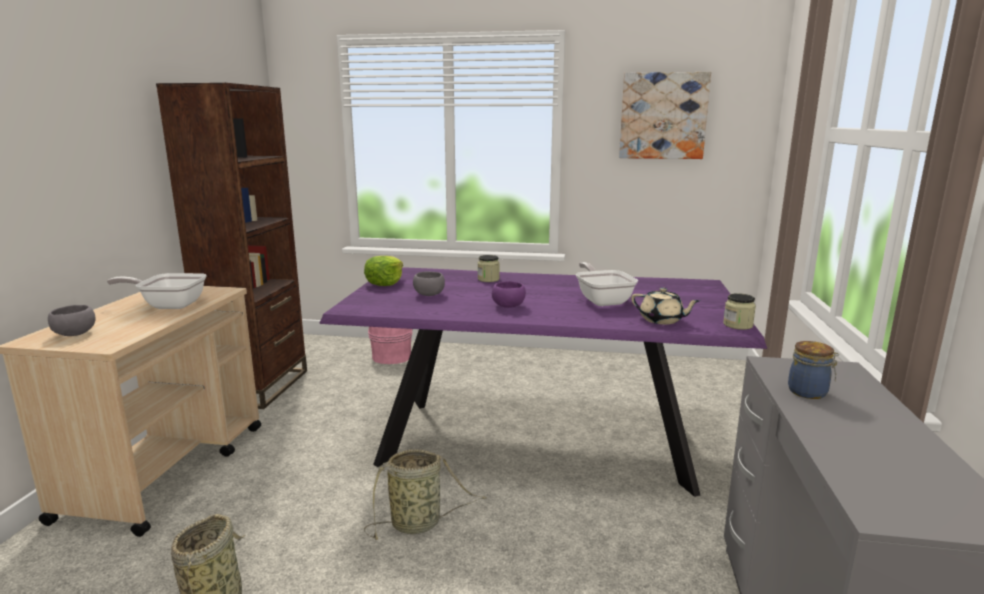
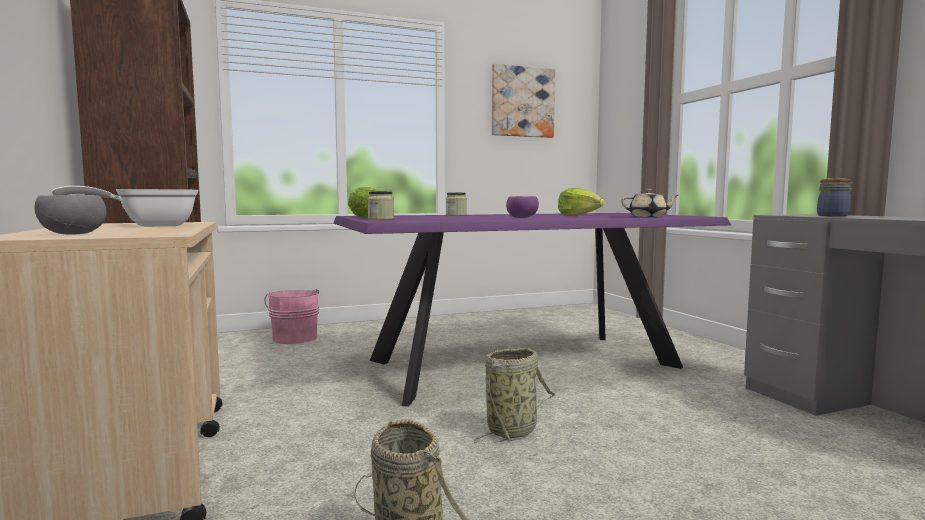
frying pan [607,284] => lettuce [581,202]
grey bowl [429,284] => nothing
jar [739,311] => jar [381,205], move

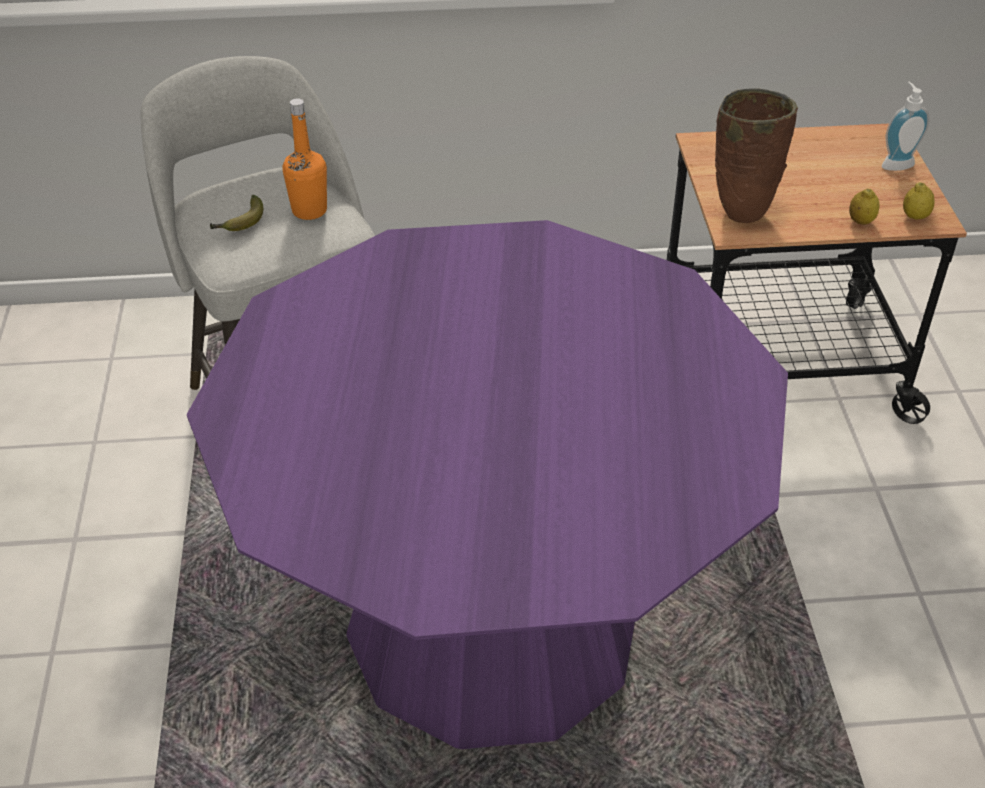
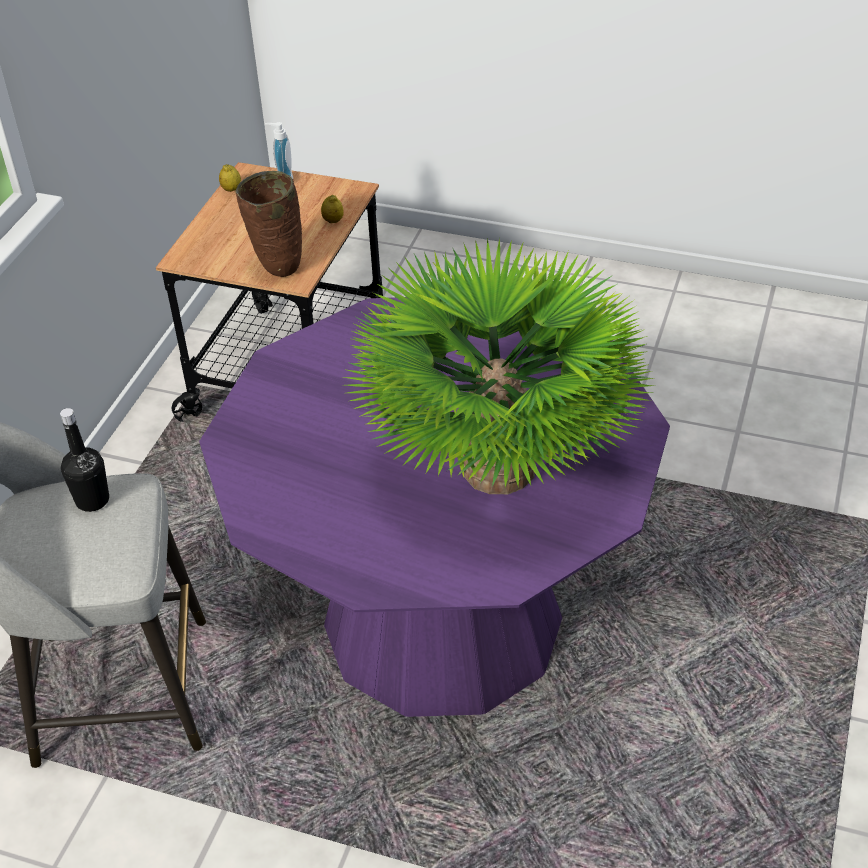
orange bottle [304,159] => black bottle [84,460]
lemon [919,201] => lemon [230,178], move
banana [236,213] => nothing
nothing => potted plant [499,365]

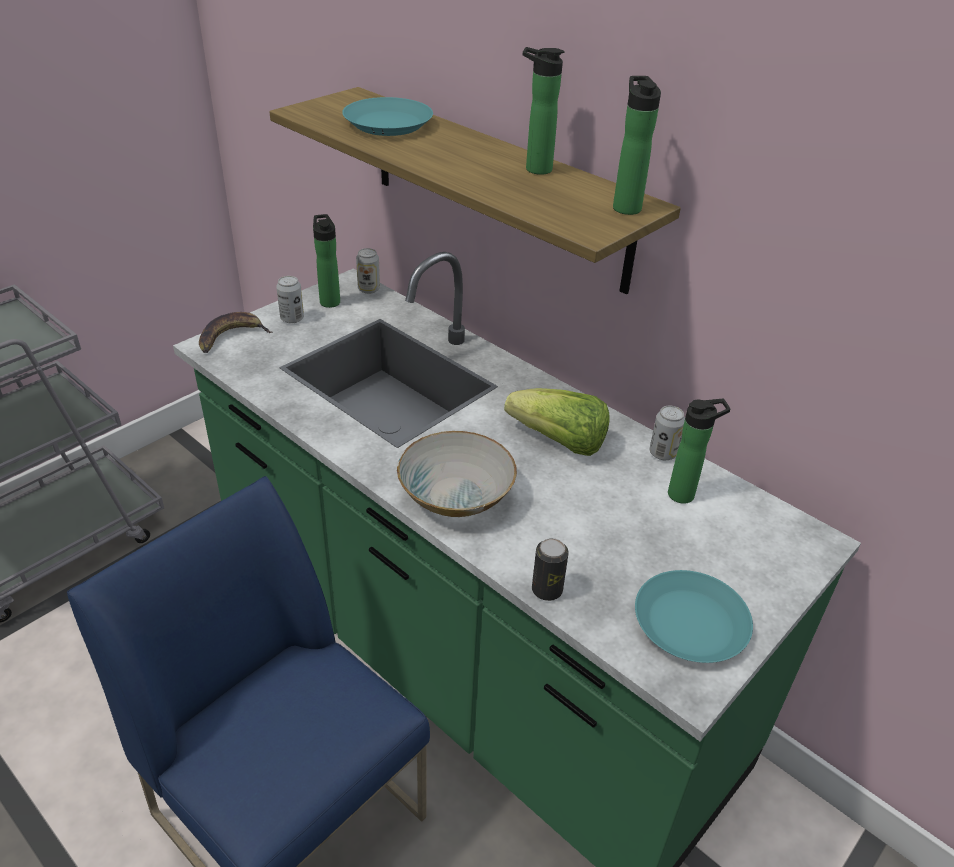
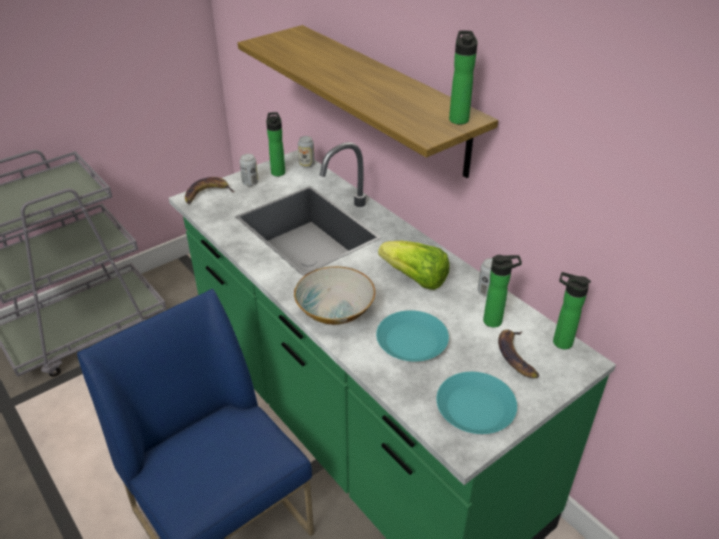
bottle [544,111] => bottle [572,310], move
turquoise plate [387,116] => turquoise plate [412,336], move
can [550,569] => nothing
nothing => banana [518,353]

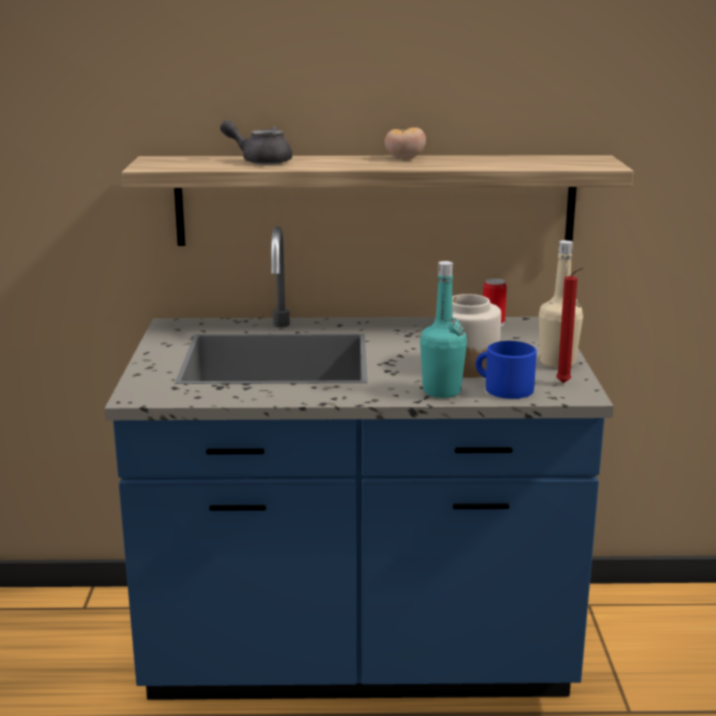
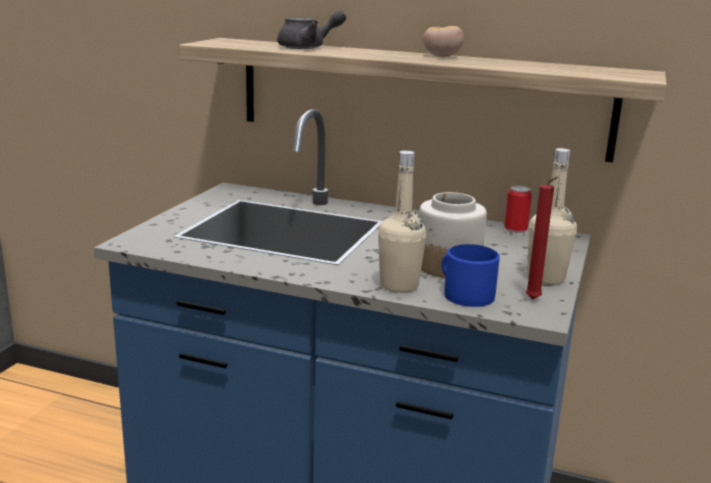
grey teapot [256,142] => grey teapot [311,29], 120 degrees clockwise
turquoise bottle [443,329] => beige bottle [402,222]

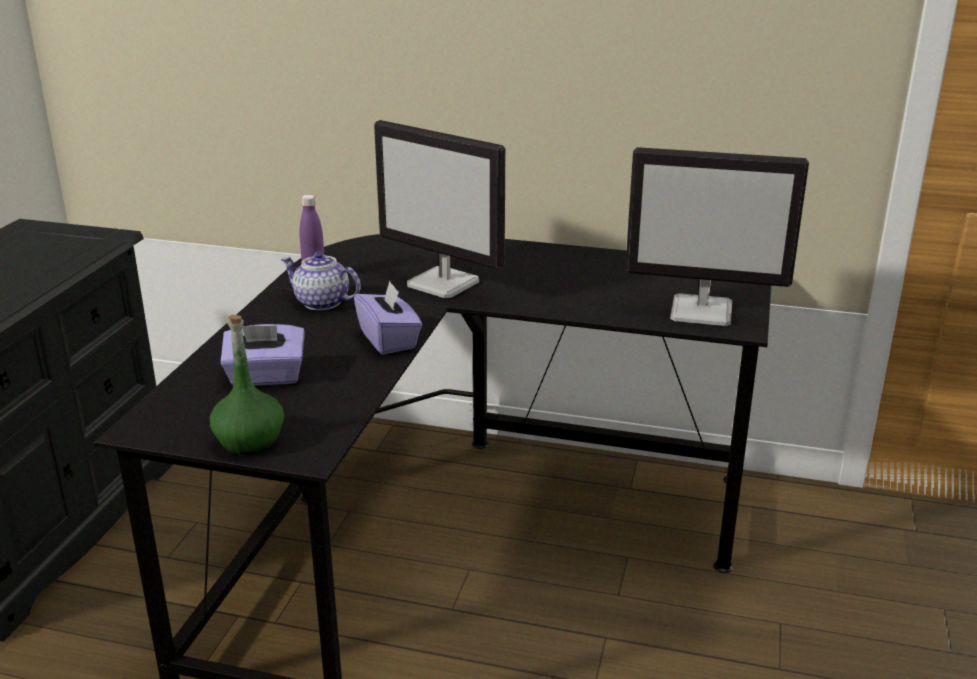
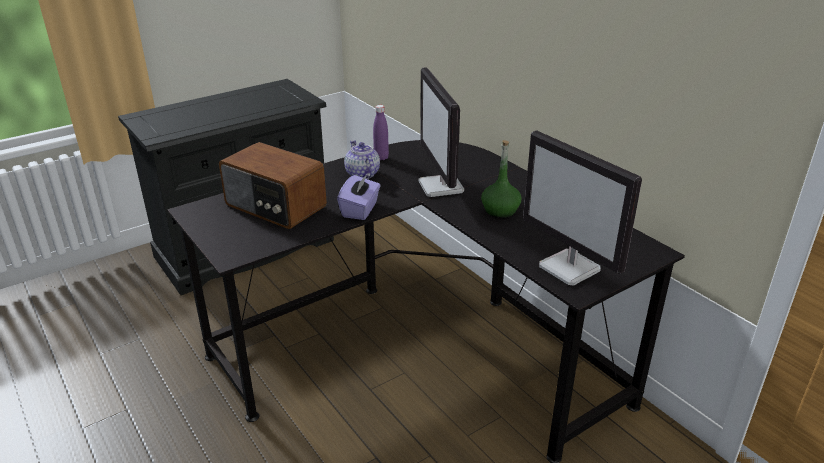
green bottle [247,385] => green bottle [501,179], move
purple tissue box [262,355] => radio [273,185]

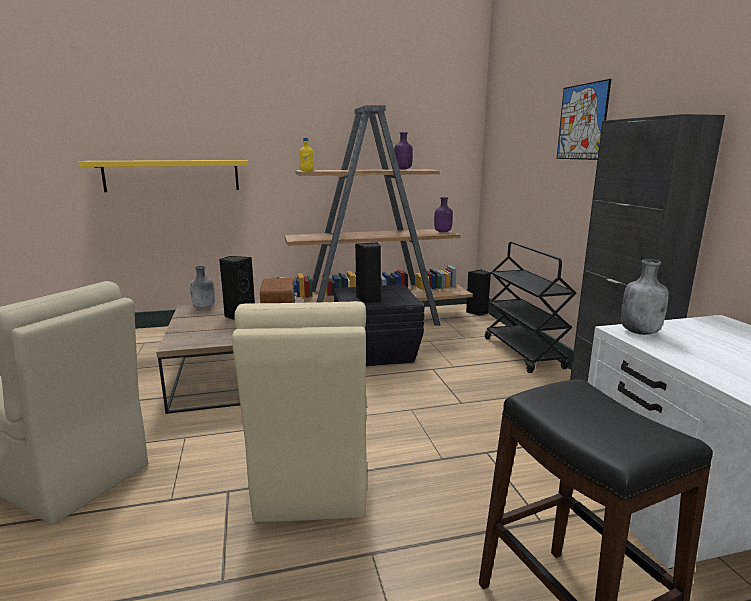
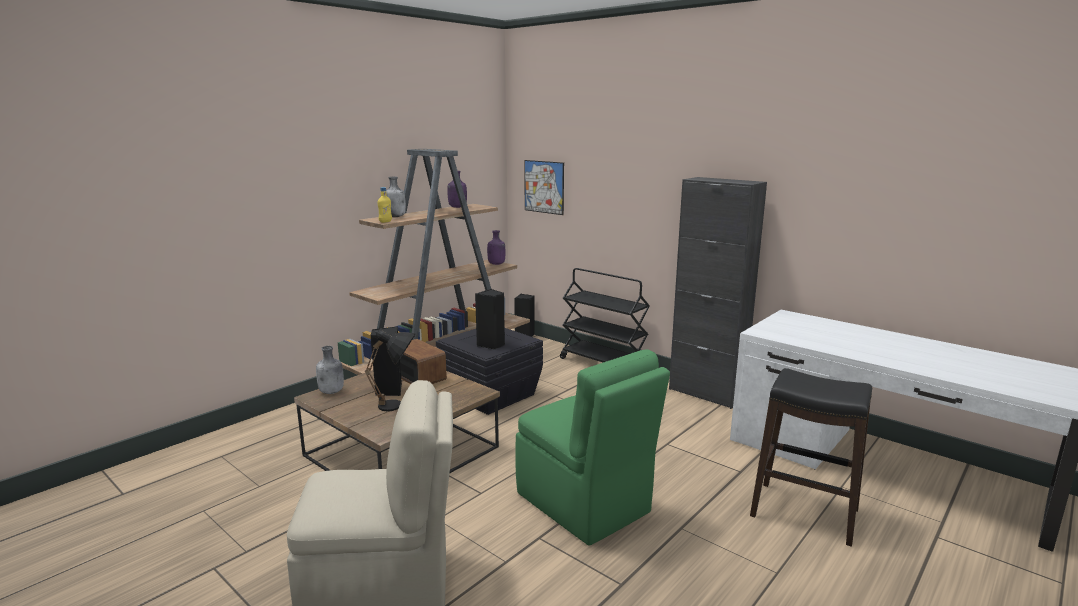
picture [584,119] => picture [544,187], move
yellow shelf [163,176] => nothing
grey bottle [645,297] => grey bottle [396,197], move
beige chair [299,411] => green chair [592,447]
nothing => black table lamp [390,369]

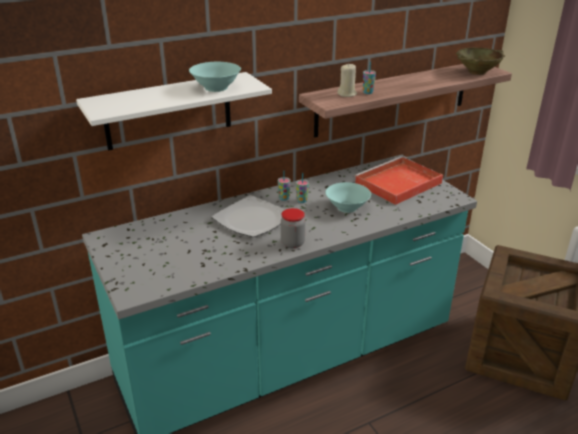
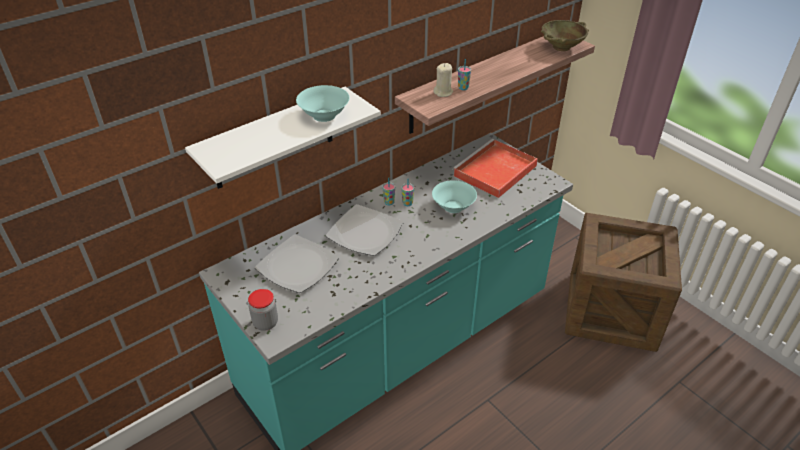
jar [293,228] => jar [263,310], move
nothing => plate [297,263]

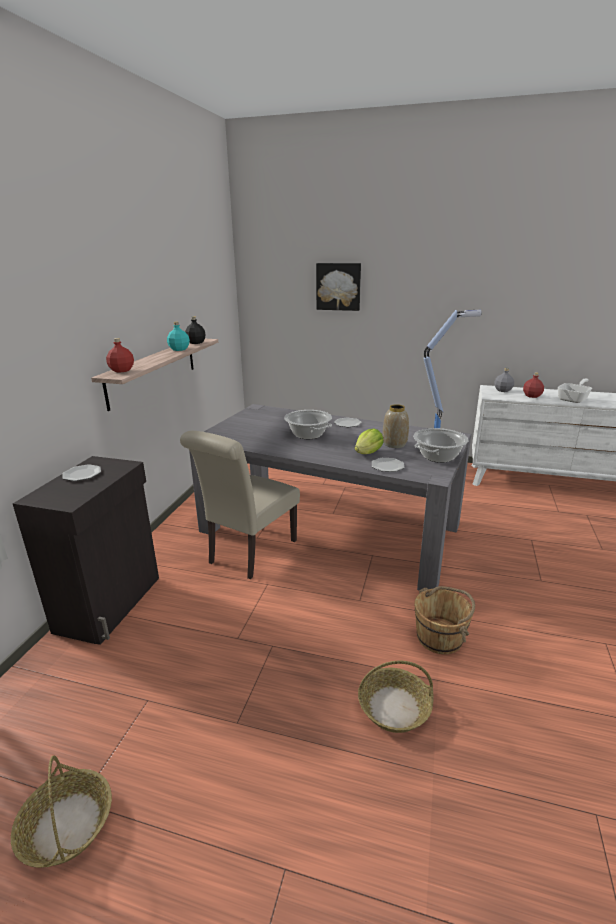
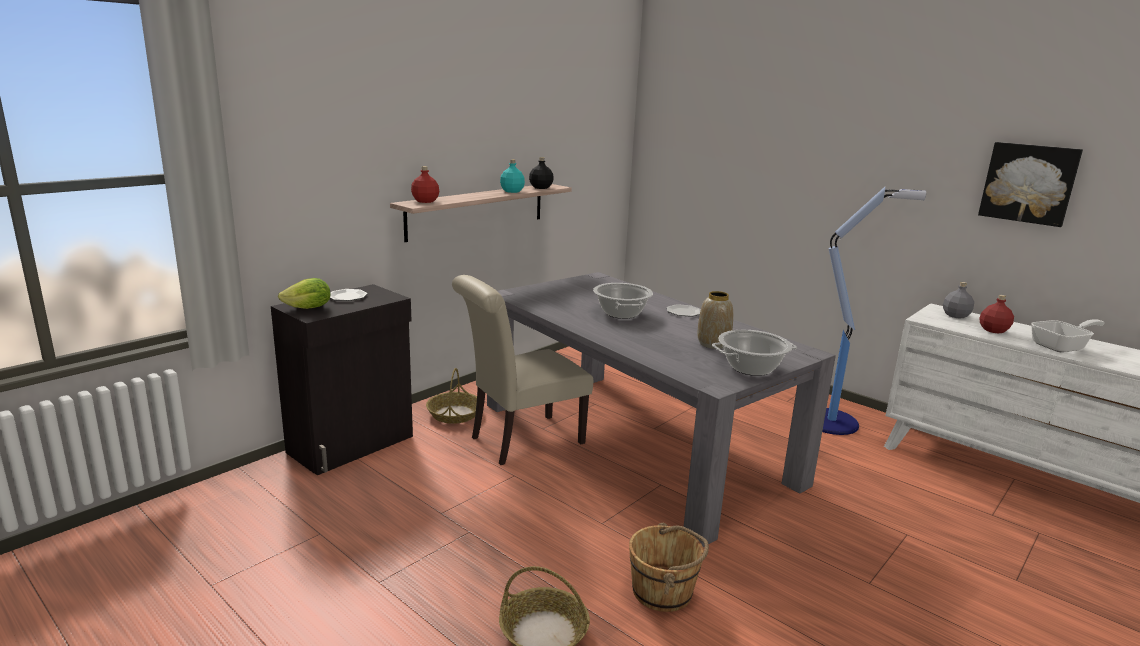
picture [338,287] => picture [1030,184], move
lettuce [369,441] => lettuce [304,293], move
plate [388,465] => nothing
basket [61,811] => basket [451,396], move

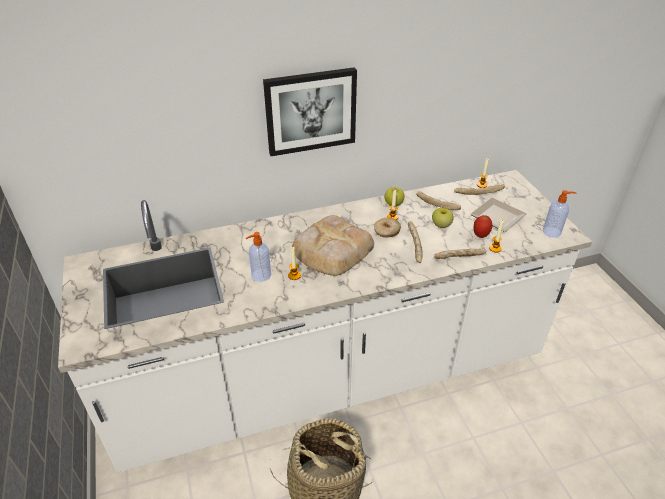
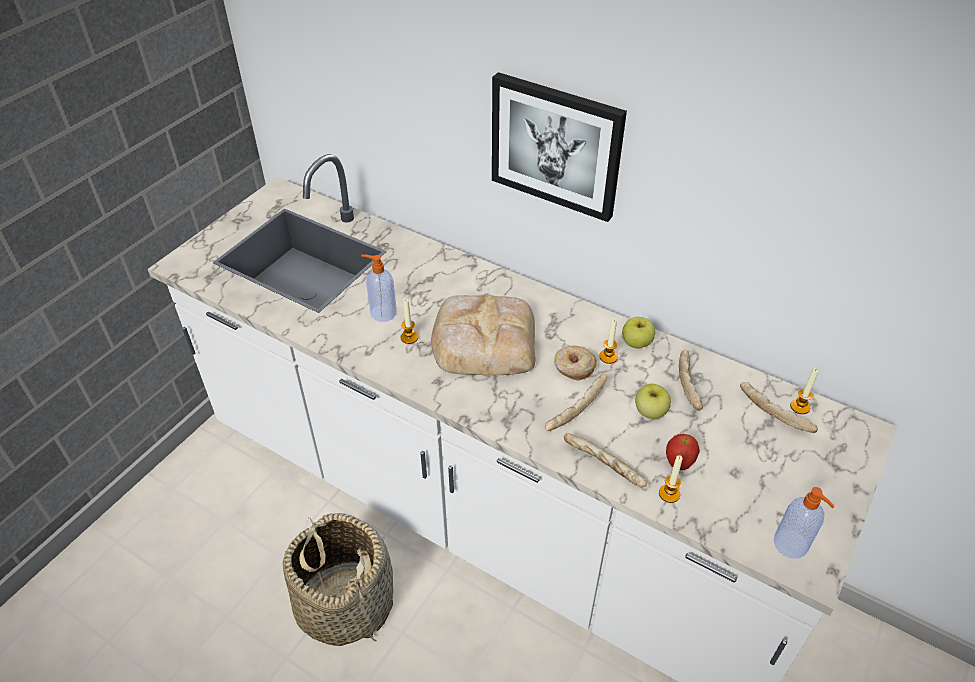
plate [498,215] => nothing

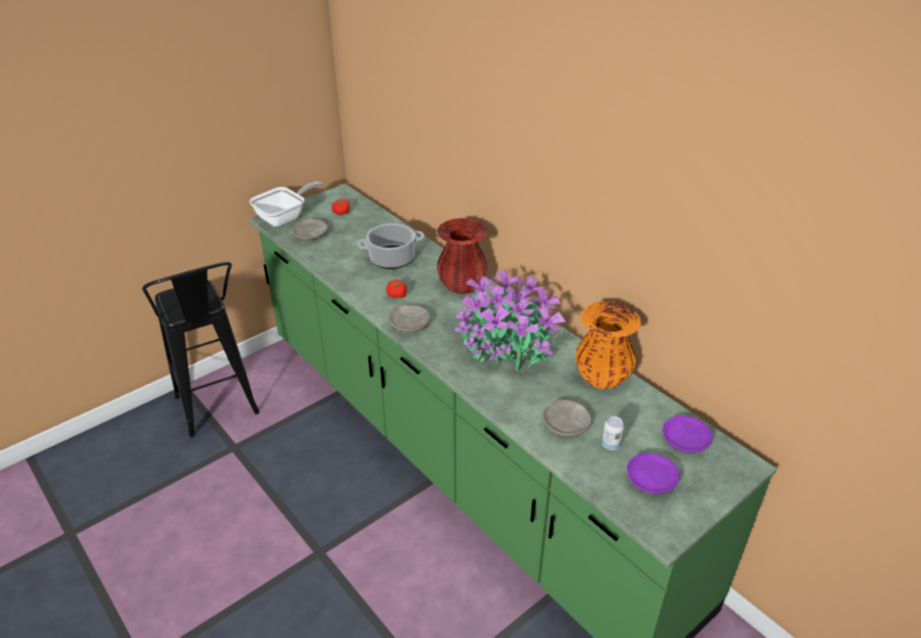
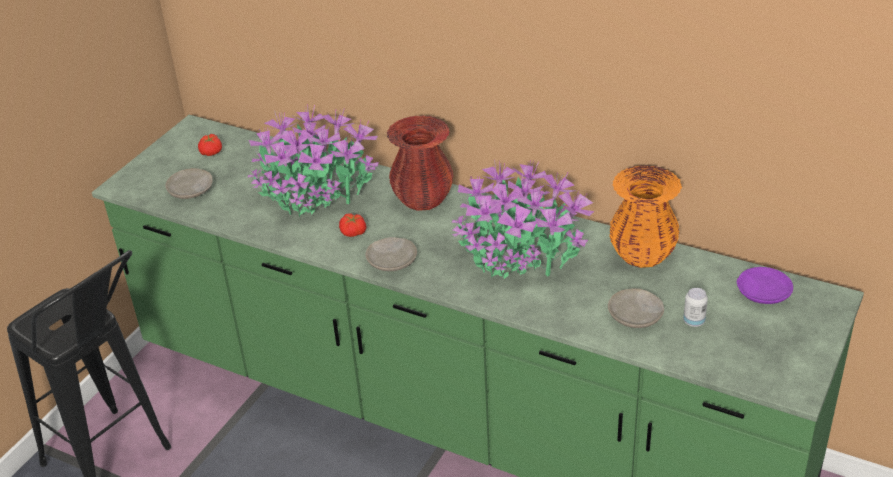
frying pan [285,204] => nothing
cooking pot [391,246] => potted plant [313,161]
purple plate [653,473] => nothing

